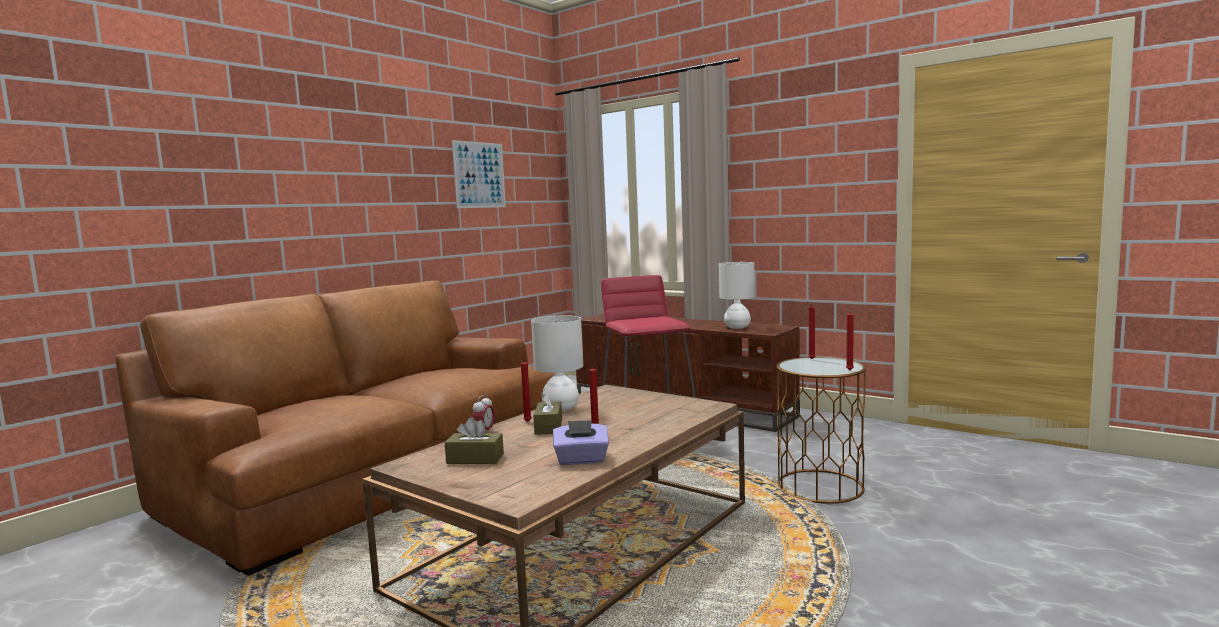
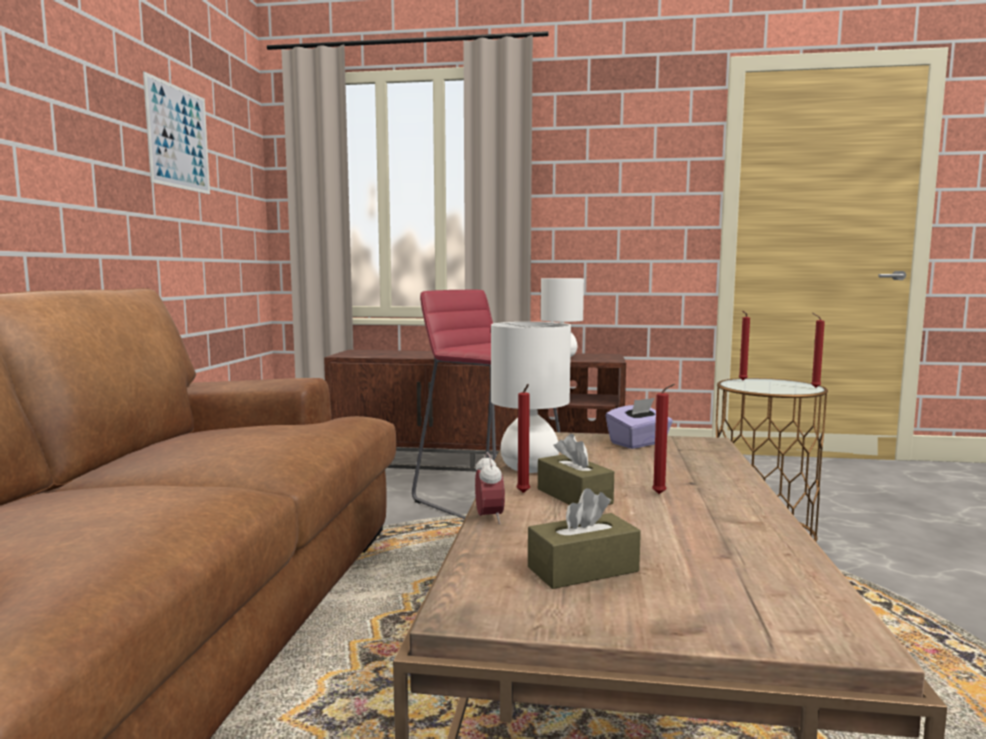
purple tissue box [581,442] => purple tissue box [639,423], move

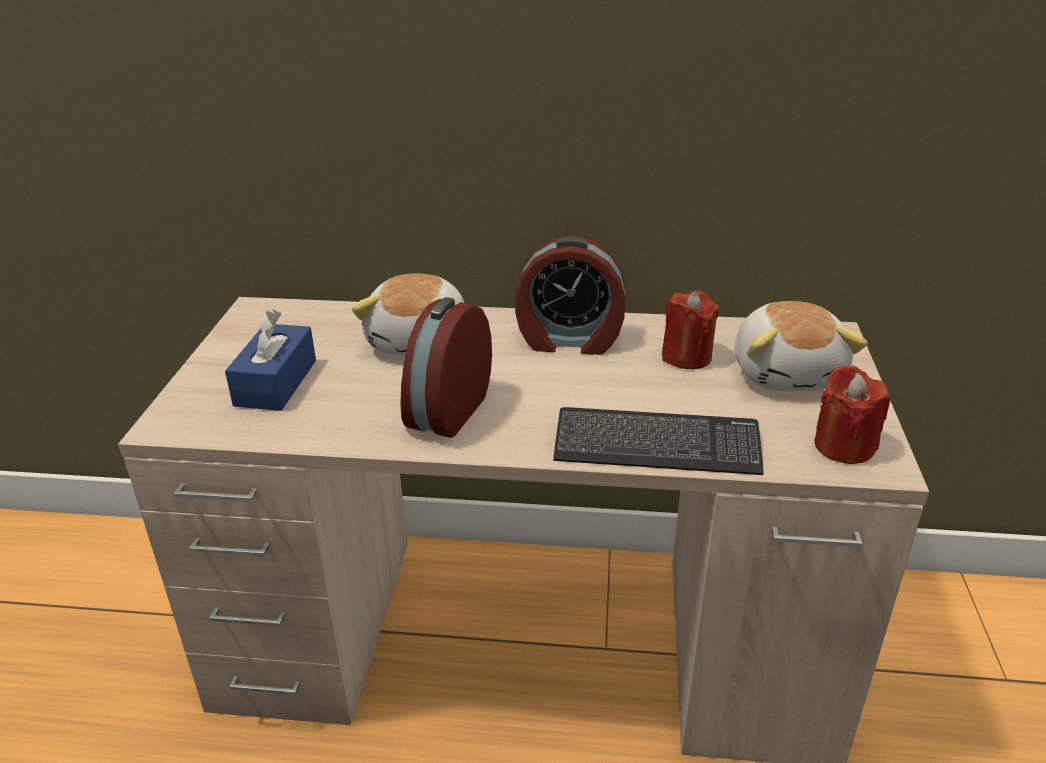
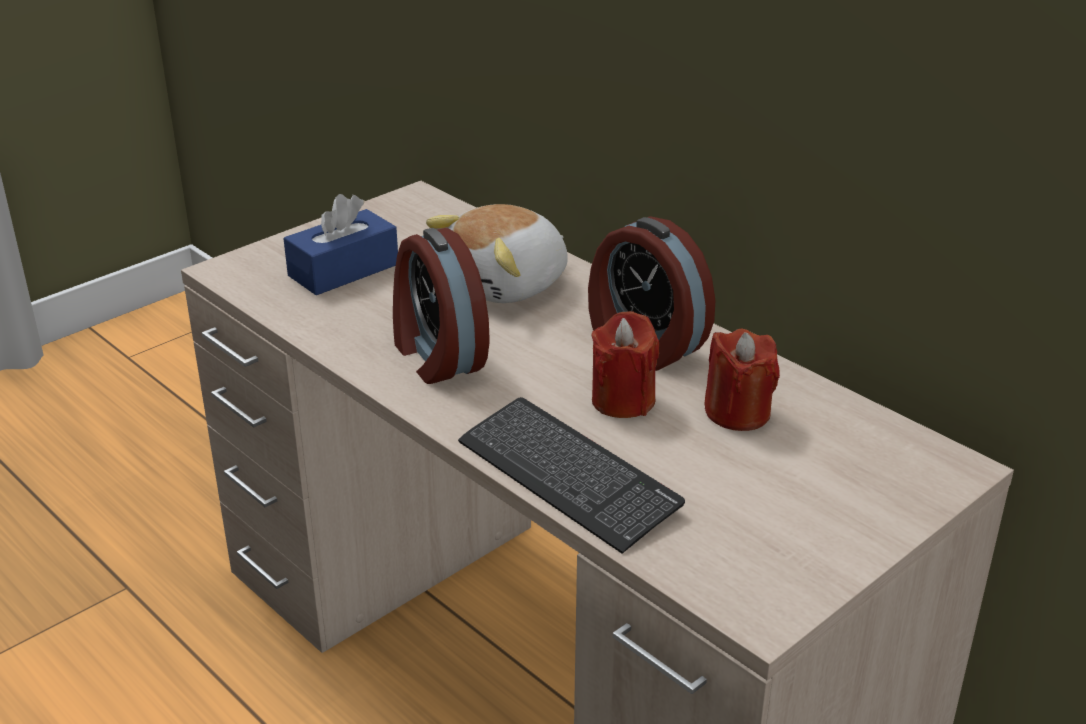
alarm clock [446,367] => alarm clock [441,306], 90 degrees counterclockwise
plush toy [801,346] => nothing
red candle [852,414] => red candle [625,364], move

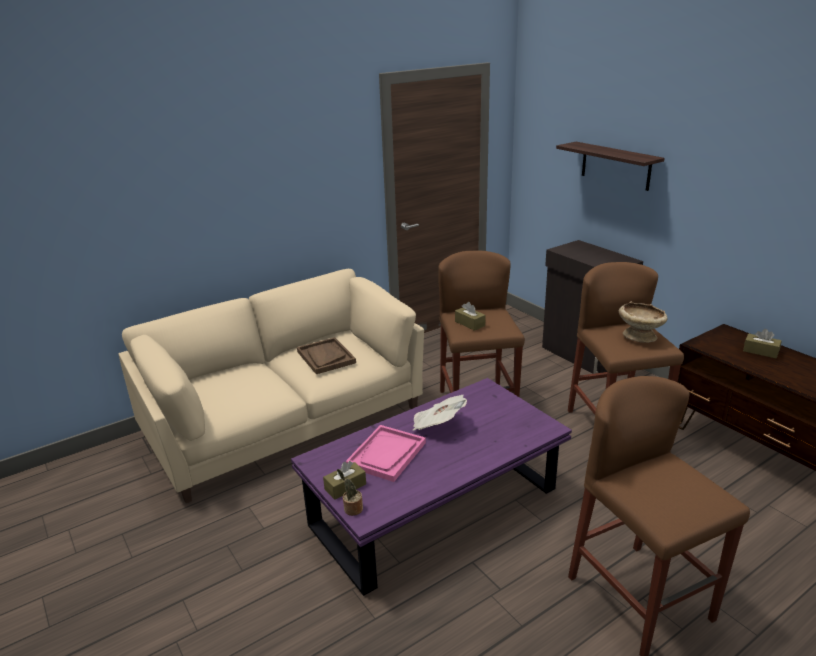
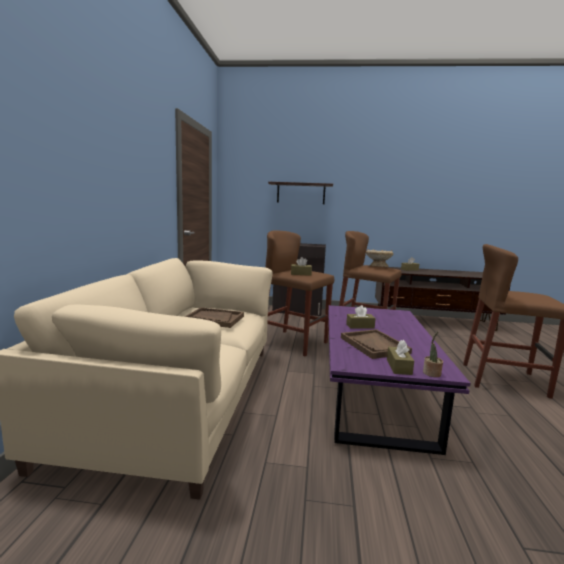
newspaper [440,413] => brown tissue box [361,317]
pink tray [386,453] => brown tray [376,344]

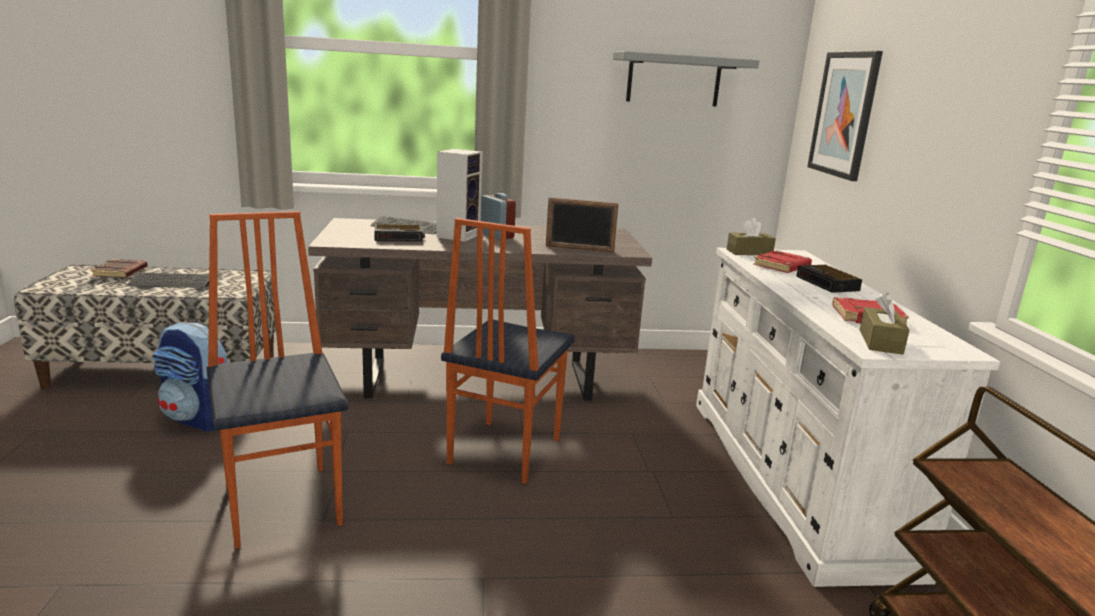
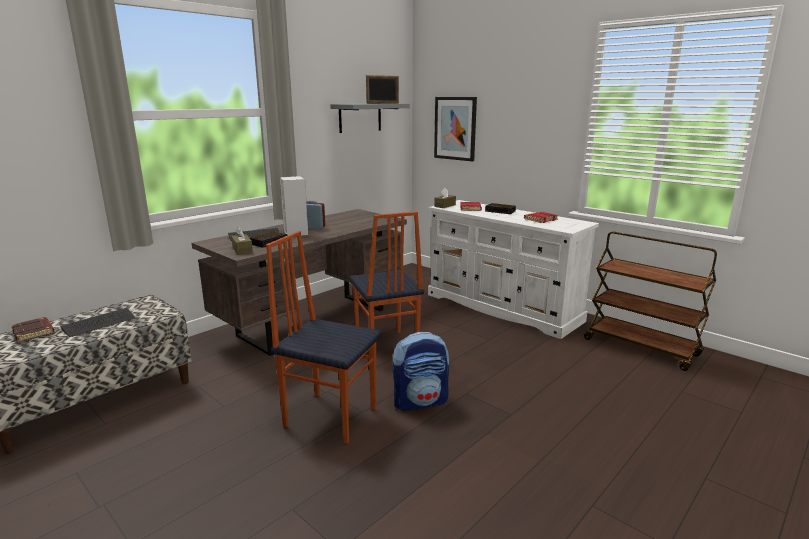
picture frame [582,225] => picture frame [382,89], move
brown tissue box [884,324] => brown tissue box [242,241], move
backpack [190,377] => backpack [420,371], move

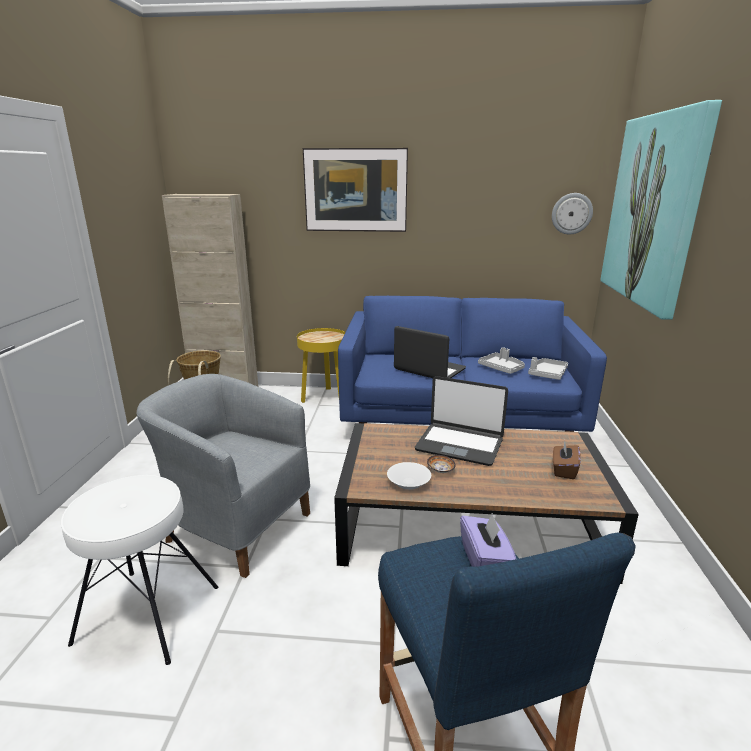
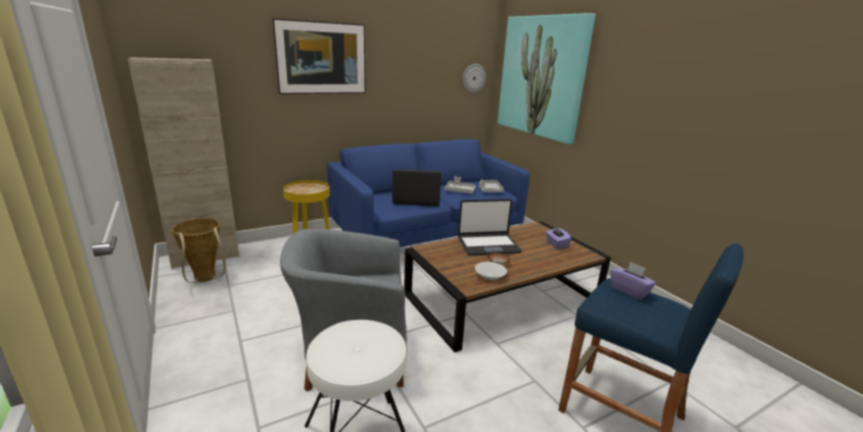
brown tissue box [567,459] => purple tissue box [559,237]

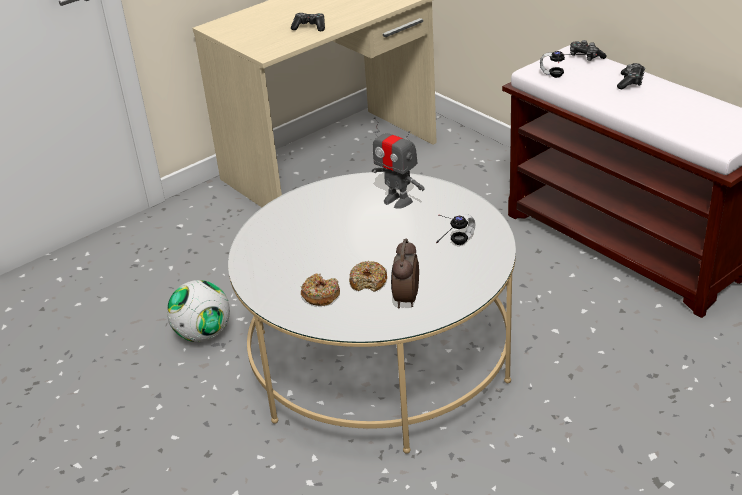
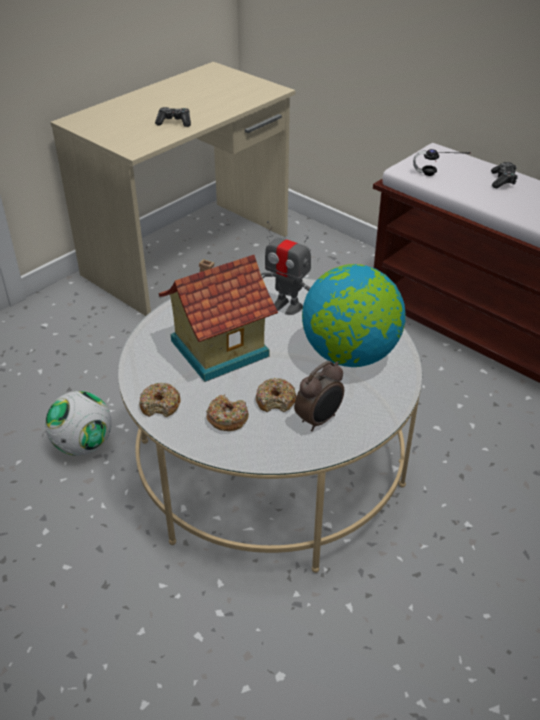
game controller [588,50] => nothing
headphones [455,229] => globe [353,315]
alarm clock [405,273] => alarm clock [319,396], 135 degrees counterclockwise
nothing => toy house [218,318]
nothing => donut [159,399]

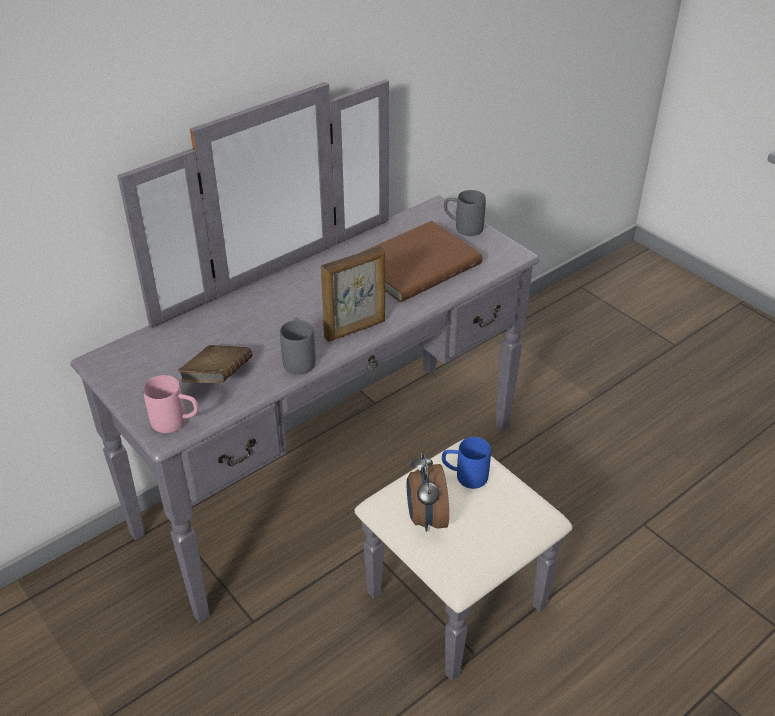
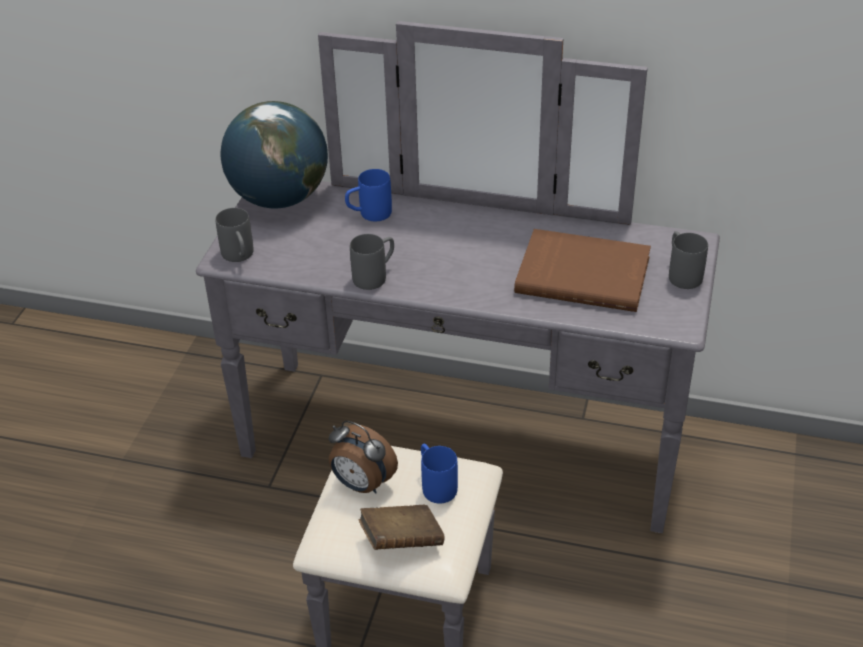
picture frame [353,294] => nothing
brown book [215,364] => brown book [402,527], move
pink mug [170,404] => grey mug [234,235]
alarm clock [428,492] => alarm clock [363,457], 105 degrees counterclockwise
nothing => globe [274,155]
nothing => blue mug [368,195]

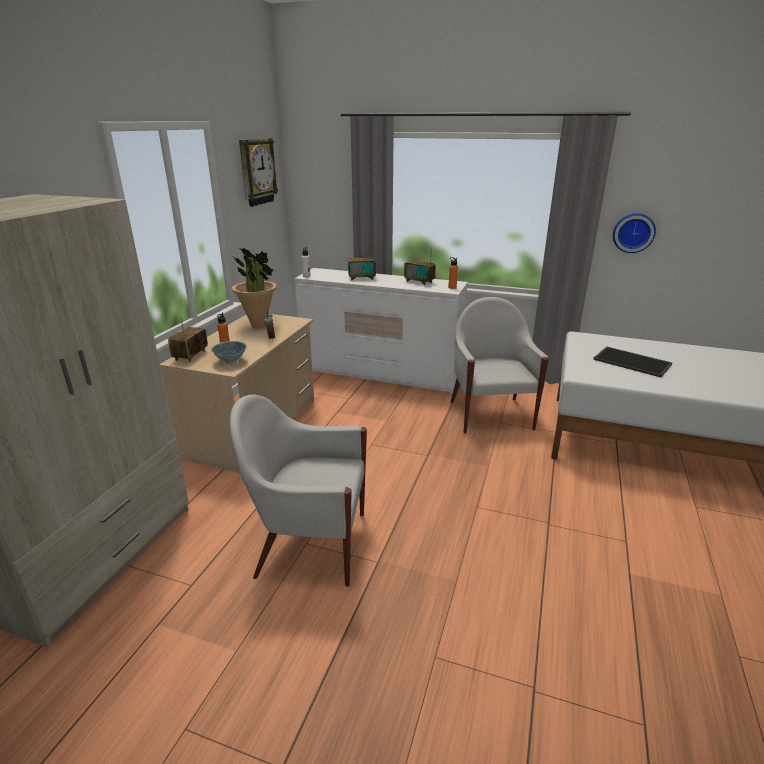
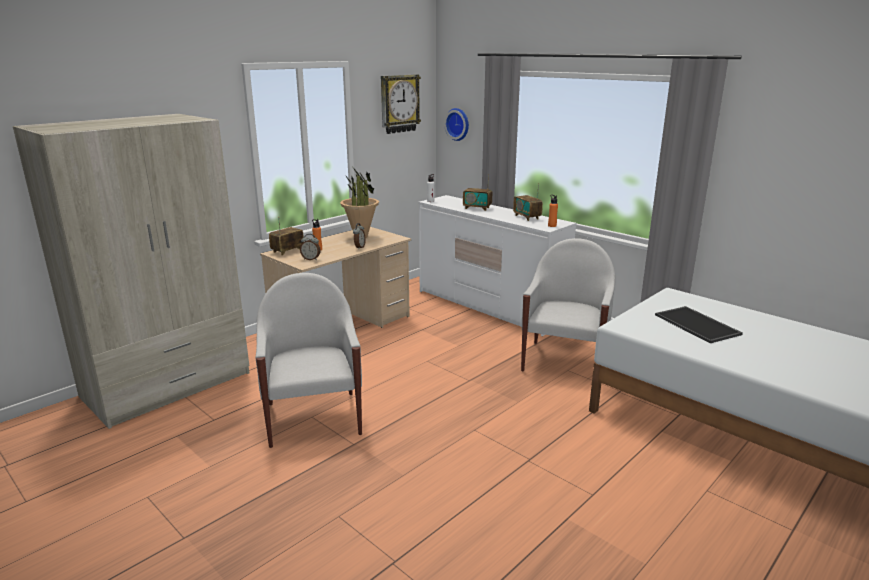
wall clock [634,233] => wall clock [456,124], move
bowl [229,352] => alarm clock [310,247]
white armchair [298,491] => white armchair [309,360], 45 degrees clockwise

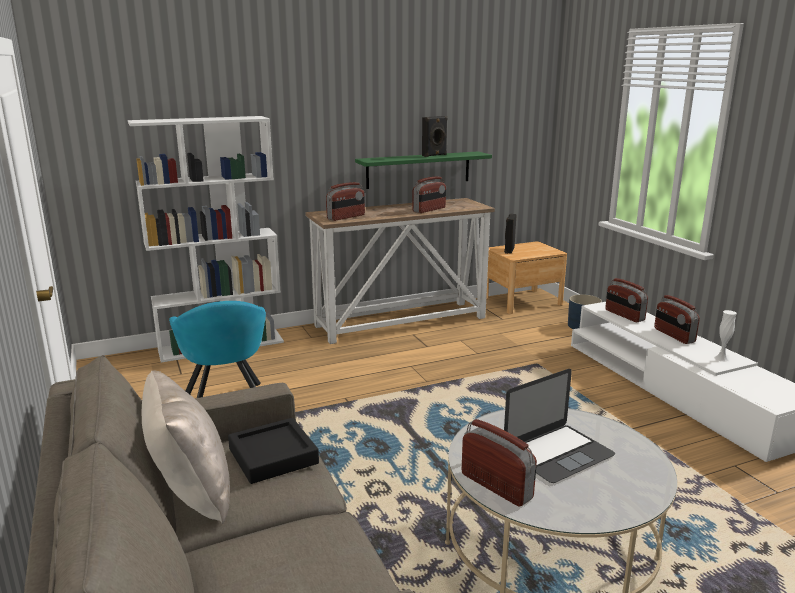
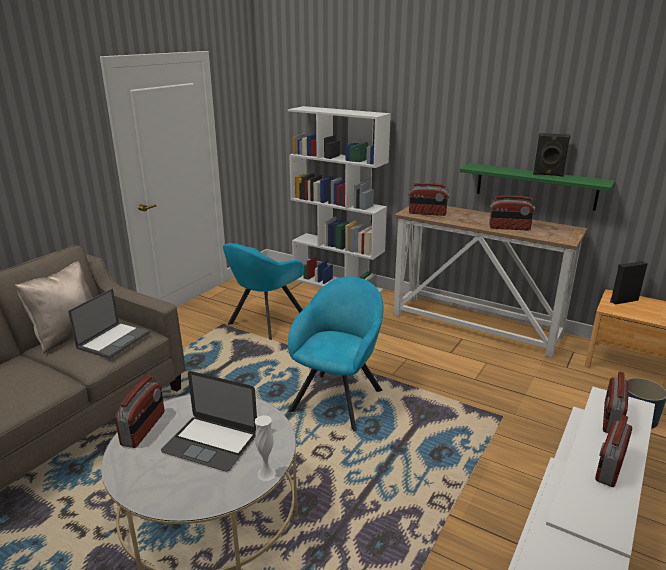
white vase [725,336] => white vase [265,448], move
black tray [273,451] => laptop [109,323]
nothing => turquoise armchair [336,354]

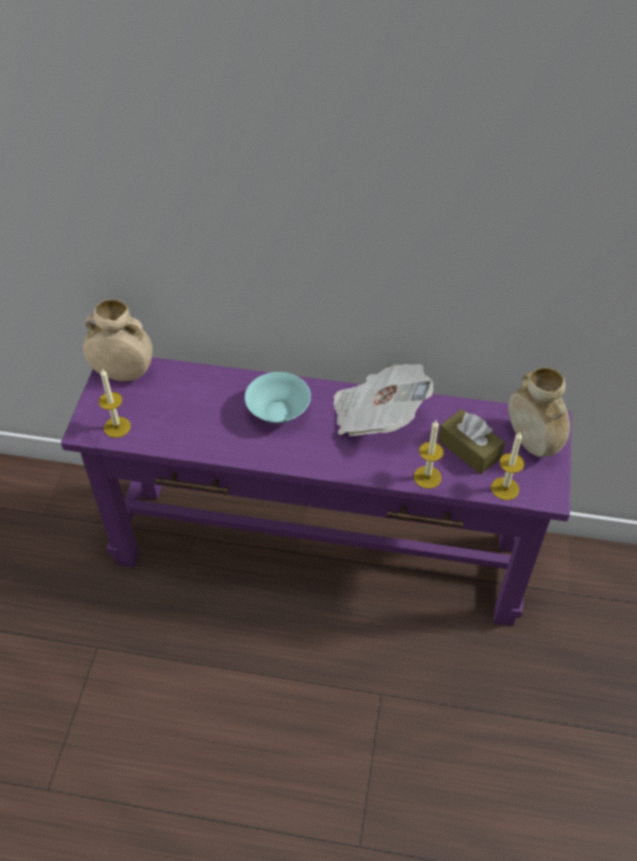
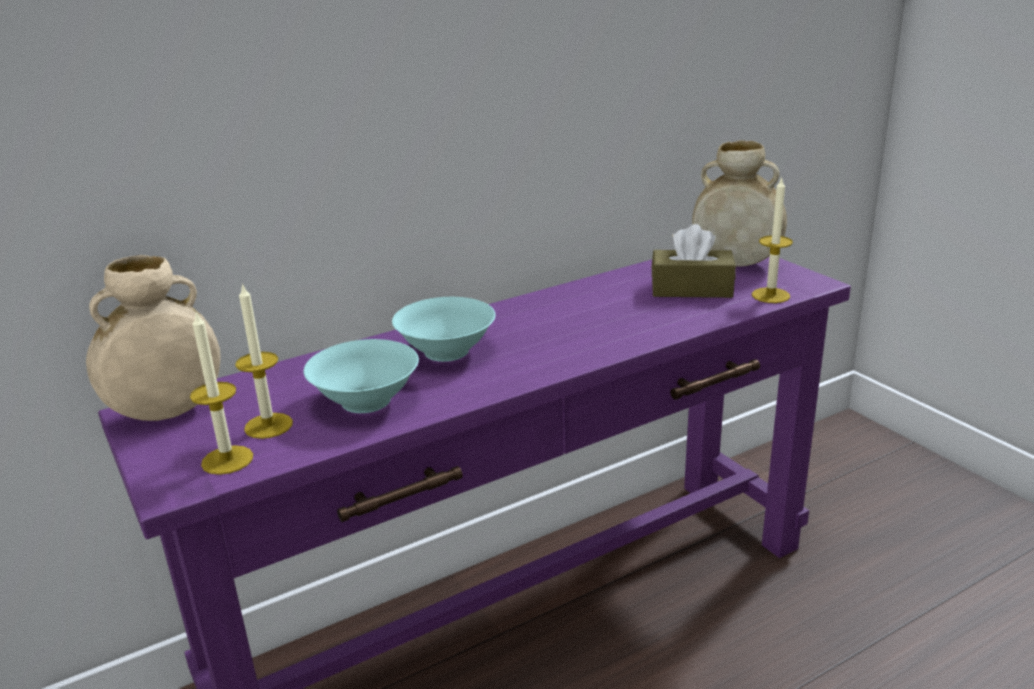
newspaper [383,400] => nothing
candle [429,454] => candle [264,361], move
nothing => turquoise bowl [361,376]

